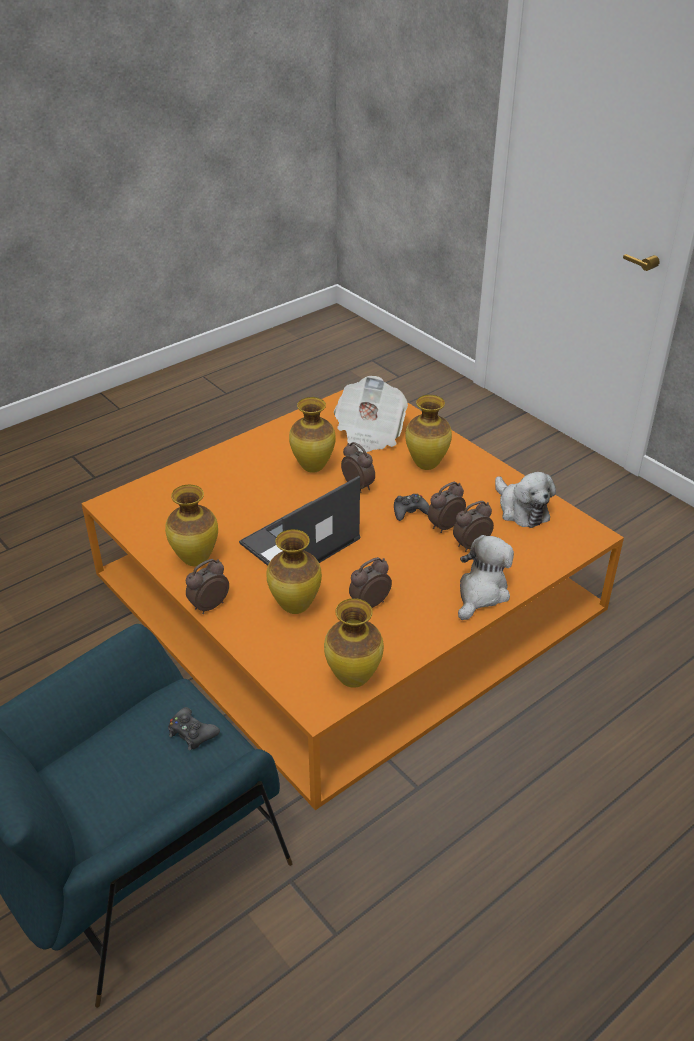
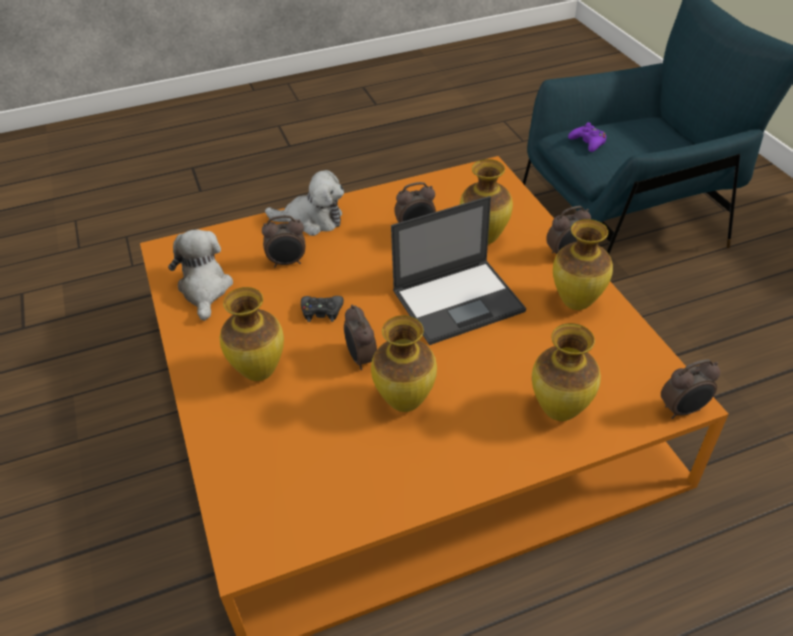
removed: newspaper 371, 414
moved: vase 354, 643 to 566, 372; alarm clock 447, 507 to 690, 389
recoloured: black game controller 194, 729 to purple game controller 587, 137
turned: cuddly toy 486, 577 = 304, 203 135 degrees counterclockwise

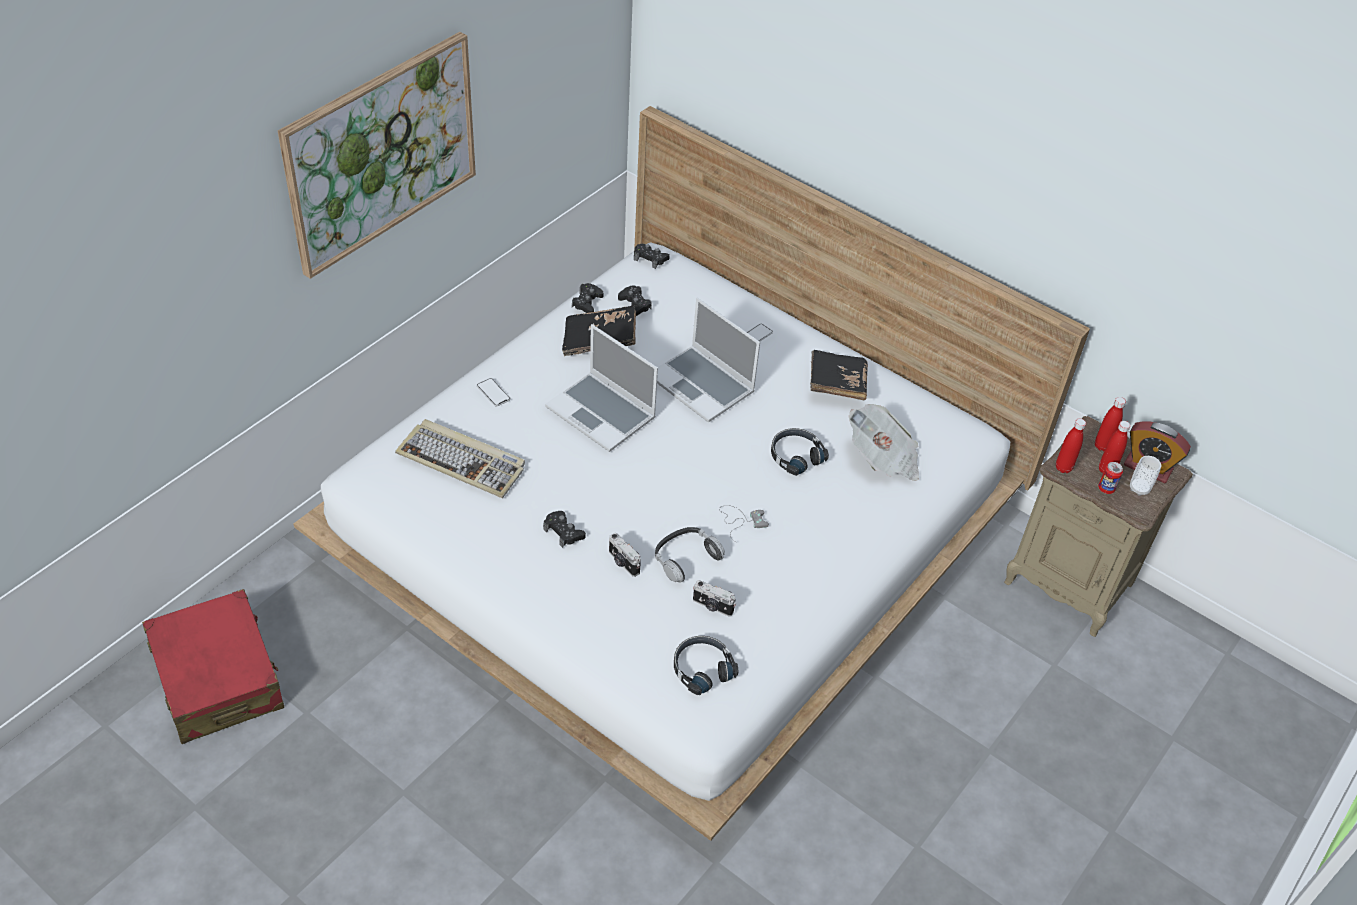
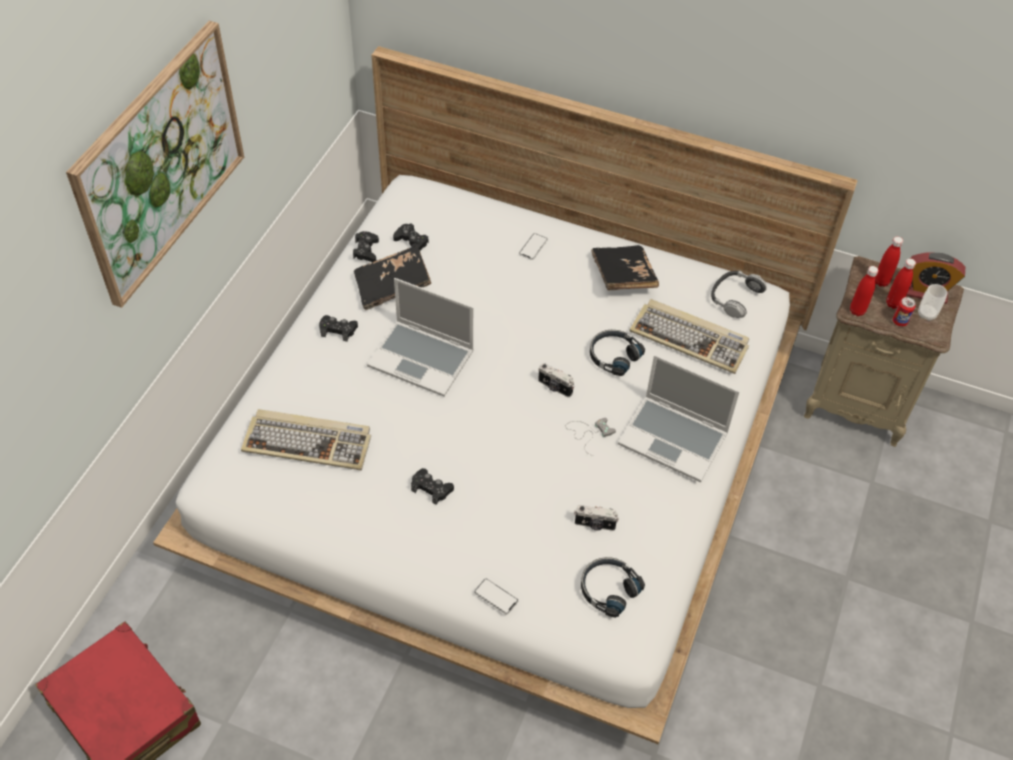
moved: handset 494, 392 to 496, 596; photo camera 625, 555 to 556, 380; black game controller 652, 256 to 338, 328; pair of headphones 690, 555 to 739, 294; notebook computer 708, 360 to 679, 418
replaced: newspaper 884, 442 to computer keyboard 689, 336

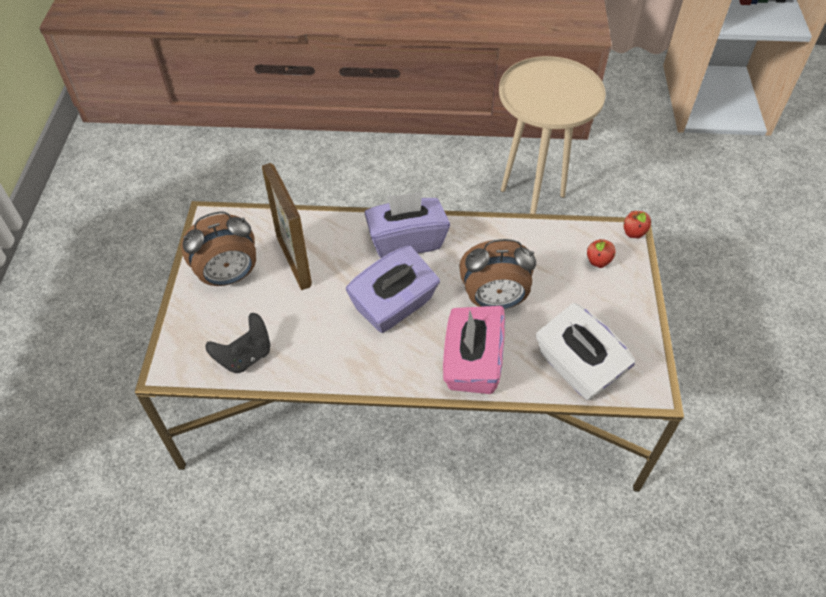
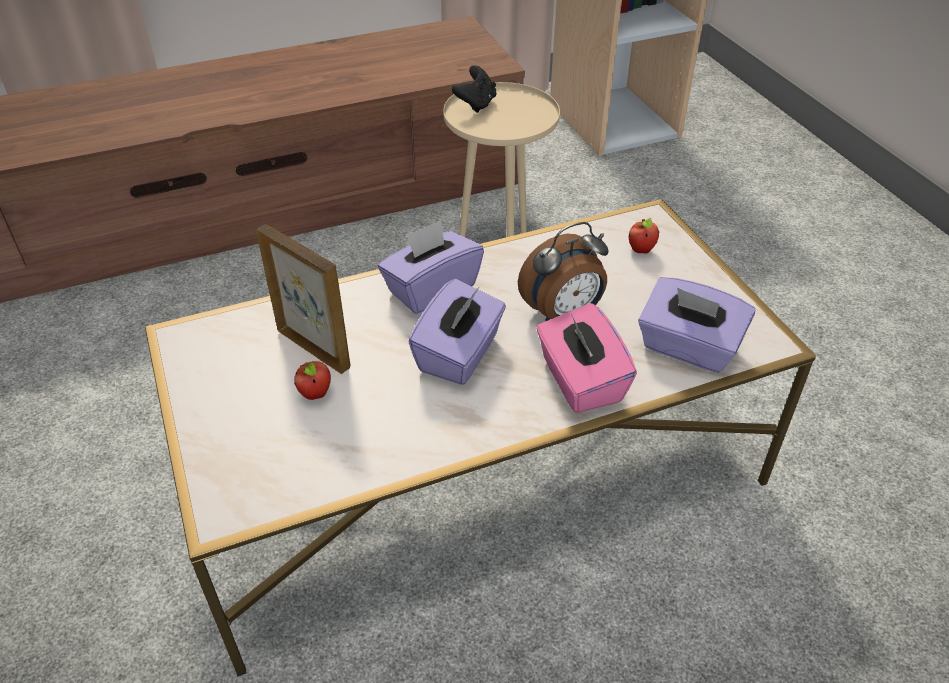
removed: alarm clock 218, 248
moved: black game controller 237, 343 to 474, 89; apple fruit 637, 224 to 312, 380
recoloured: whitish tissue box 585, 351 to purple tissue box 696, 325

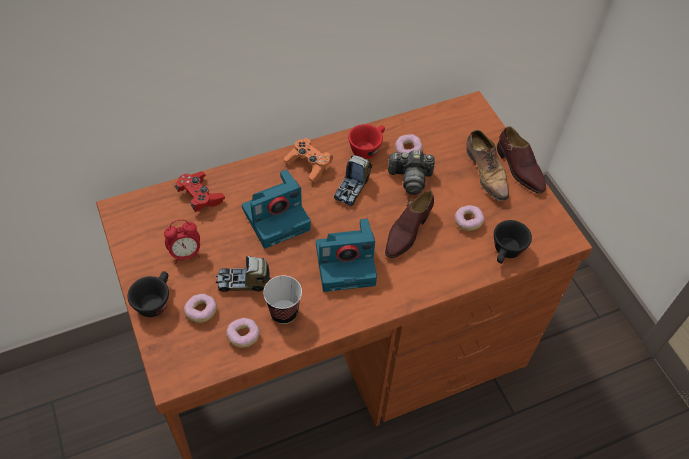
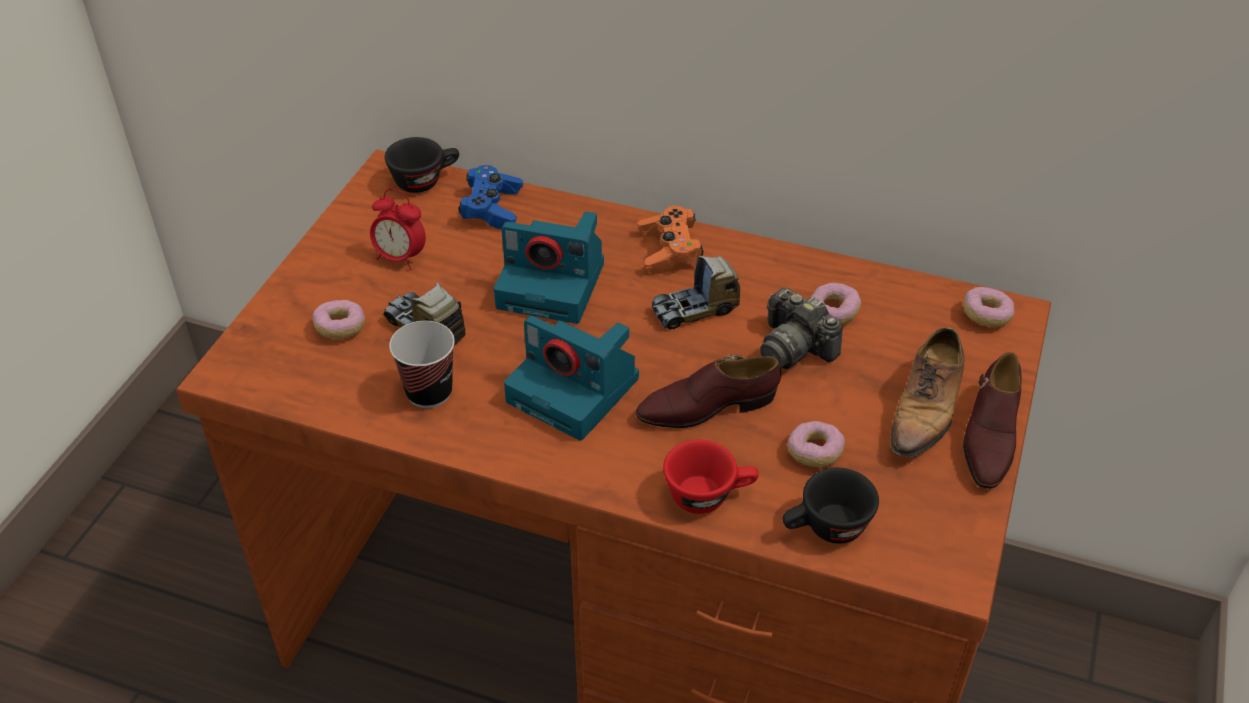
moved: black small cup 148, 294 to 422, 165; donut 243, 333 to 989, 307; red small cup 366, 141 to 711, 477
recoloured: red game controller 200, 191 to bluish game controller 490, 197

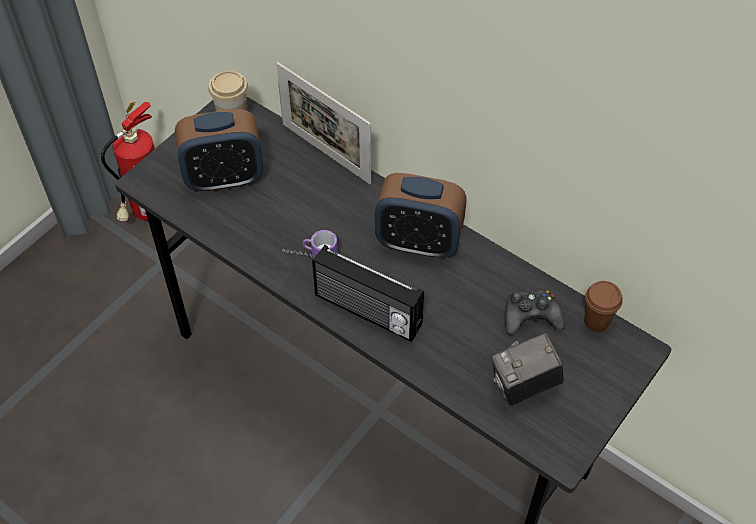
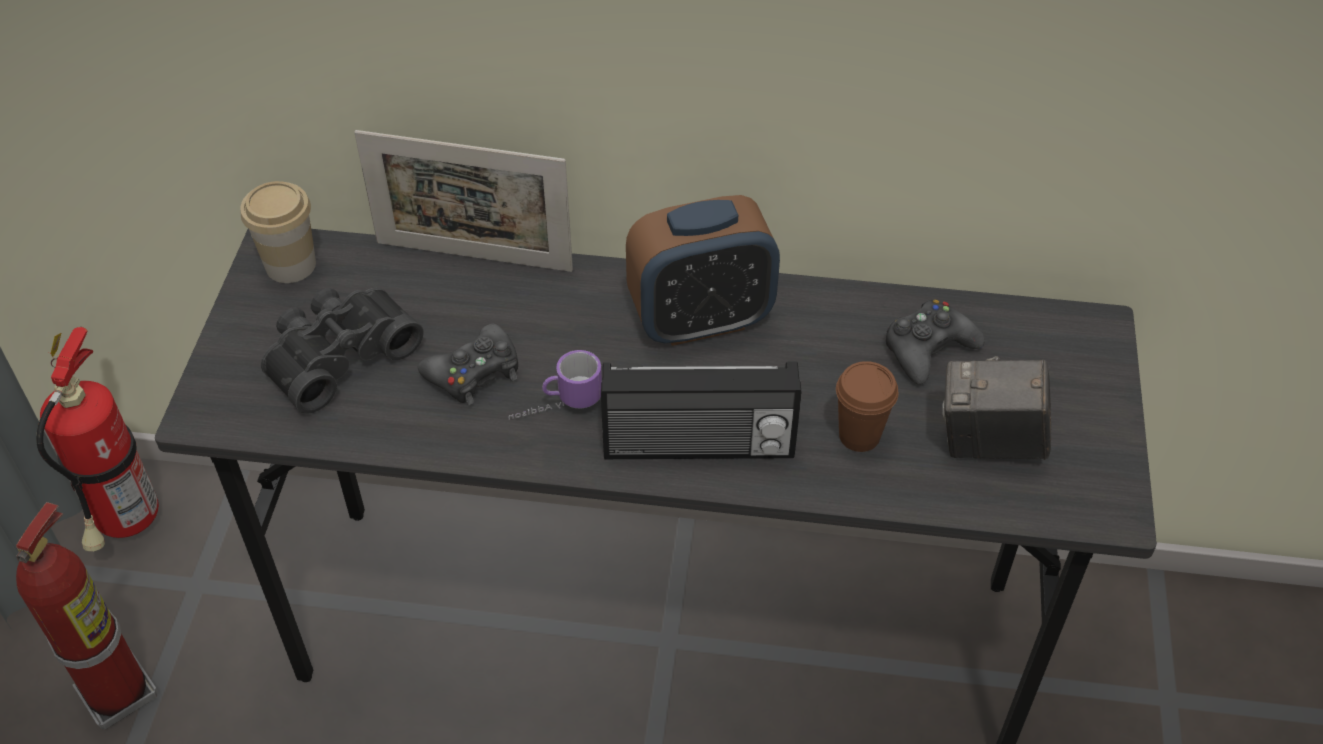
added: fire extinguisher 87, 616; black game controller 468, 364
moved: brownish small cup 603, 306 to 867, 406
replaced: alarm clock 219, 151 to black binoculars 342, 350
turned: photo camera 527, 369 = 996, 408 60 degrees clockwise

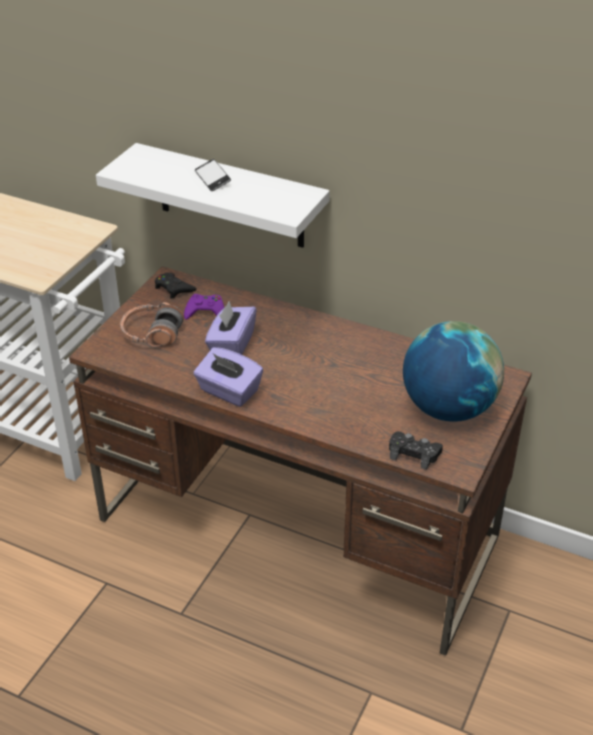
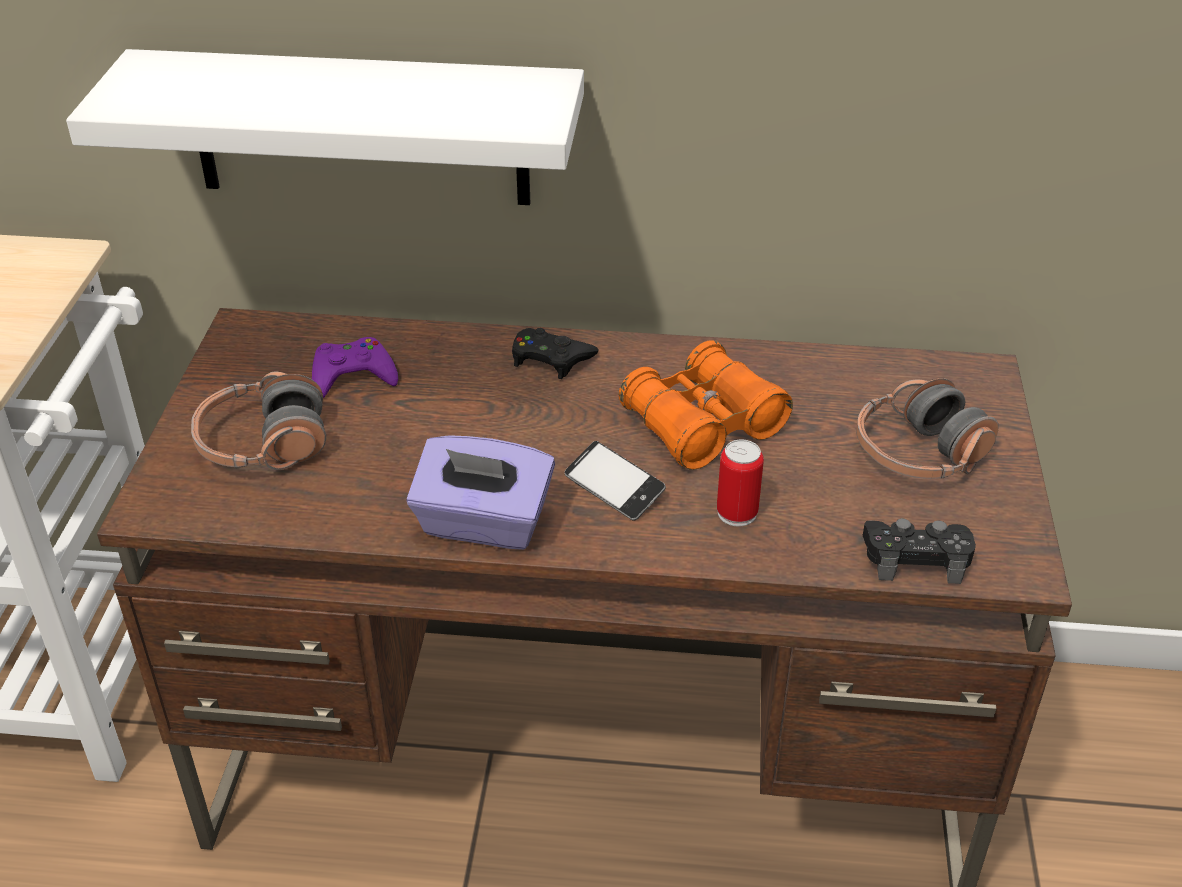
removed: purple tissue box 230, 328
added: orange-coloured binoculars 706, 405; sealed can 740, 483
moved: black game controller 176, 286 to 555, 353; handset 213, 175 to 615, 480
replaced: desk globe 453, 371 to pair of headphones 927, 428

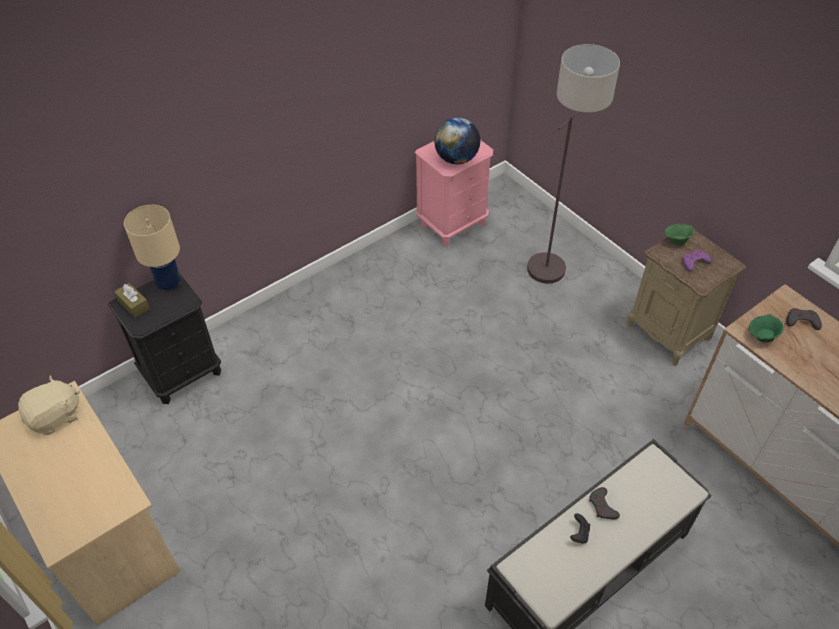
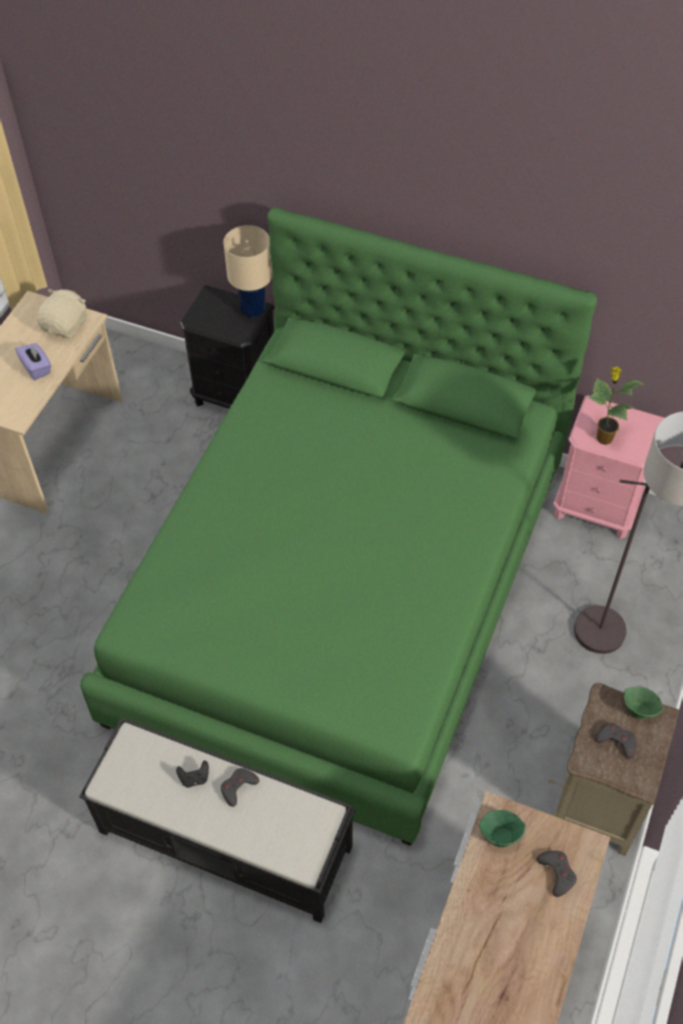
removed: brownish tissue box 132, 300
added: purple tissue box 33, 361; green-coloured bed 338, 526
replaced: desk globe 457, 140 to plant in a pot 615, 405
recoloured: purple game controller 696, 260 to grey game controller 615, 741
turned: beige-coloured cuddly toy 49, 405 = 62, 313 90 degrees counterclockwise

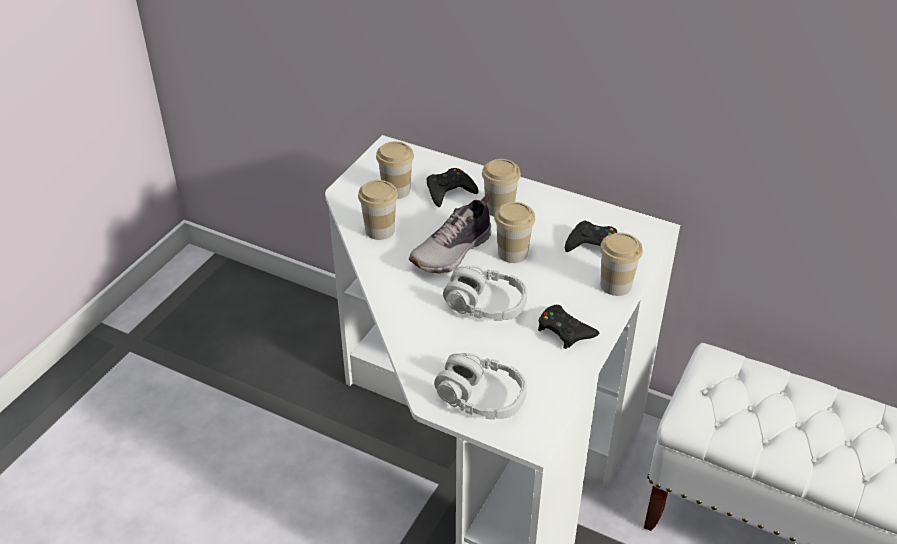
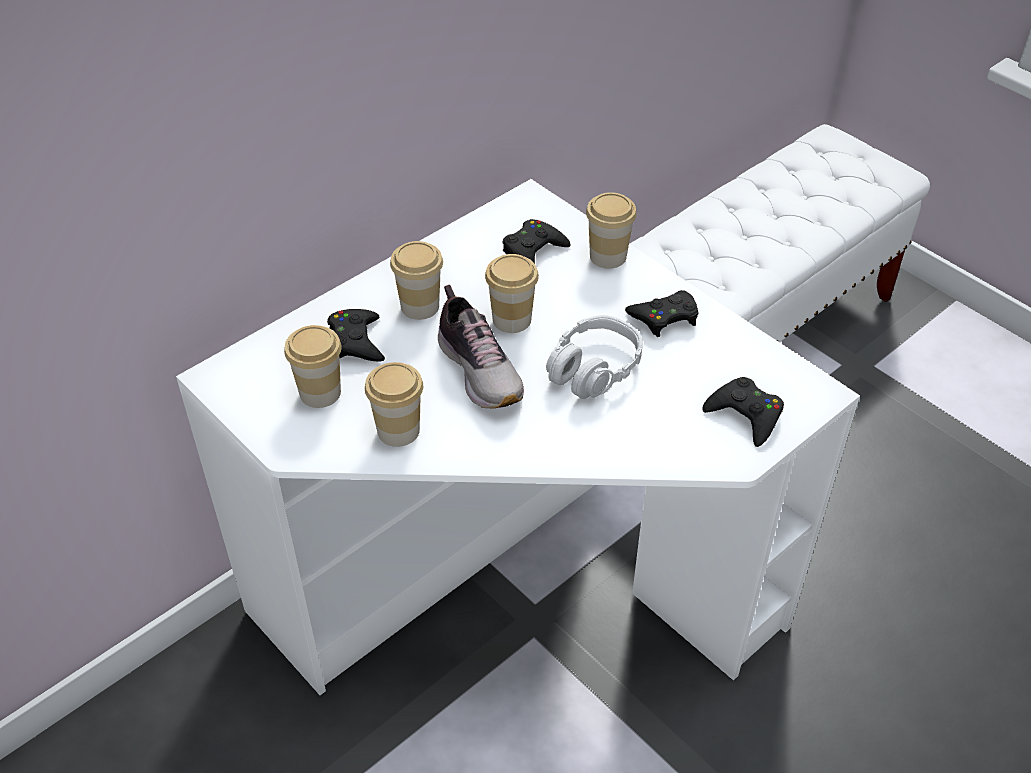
replaced: grey pair of headphones 480, 386 to black game controller 743, 412

